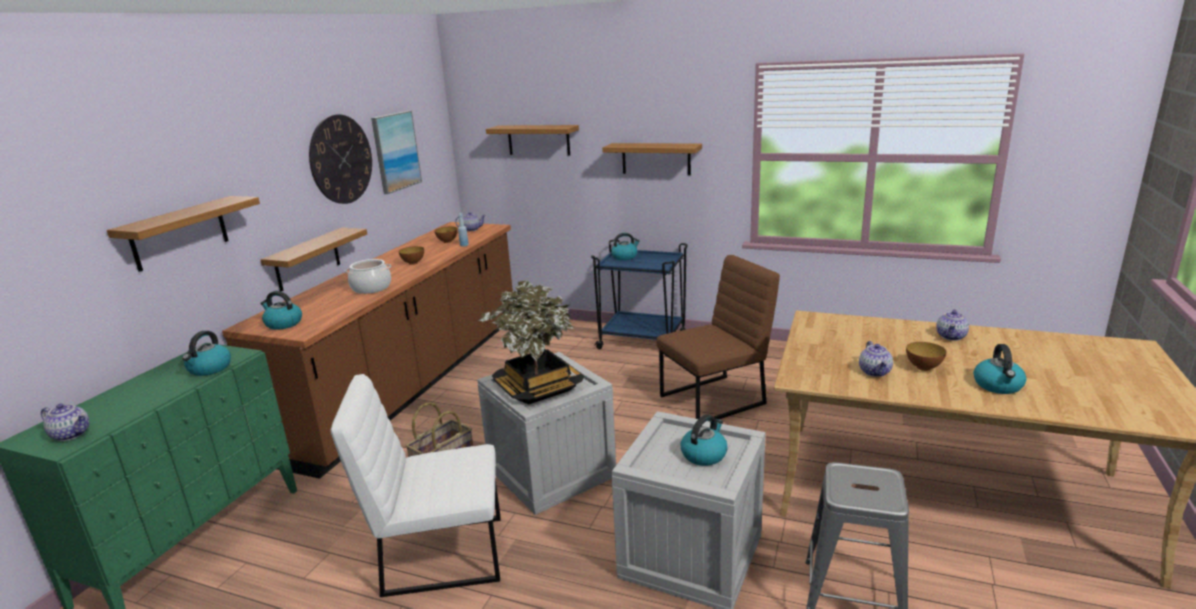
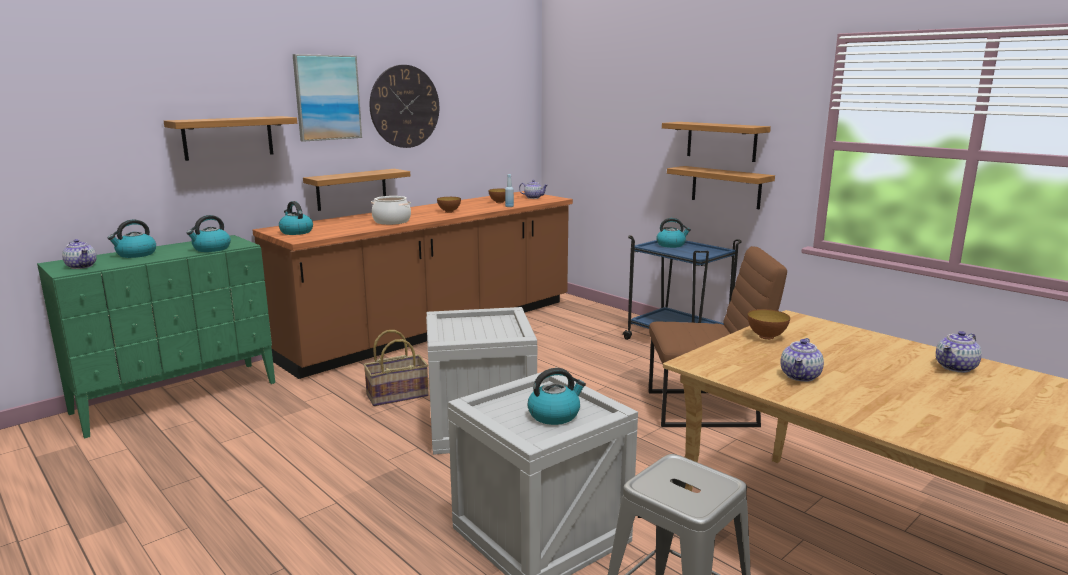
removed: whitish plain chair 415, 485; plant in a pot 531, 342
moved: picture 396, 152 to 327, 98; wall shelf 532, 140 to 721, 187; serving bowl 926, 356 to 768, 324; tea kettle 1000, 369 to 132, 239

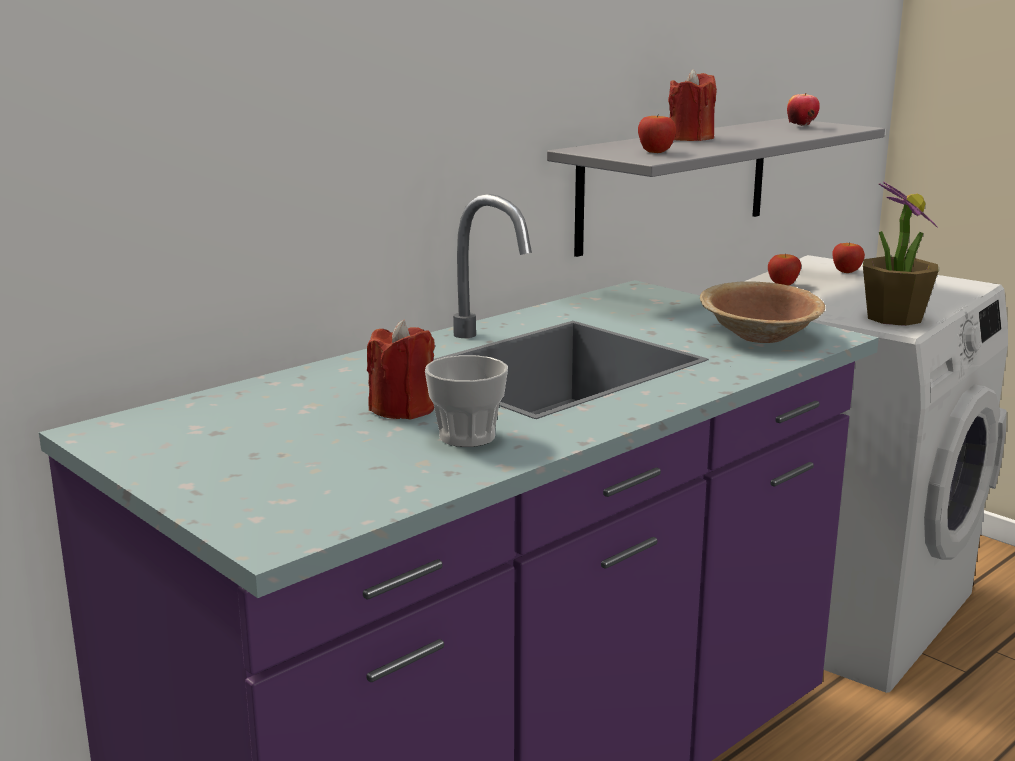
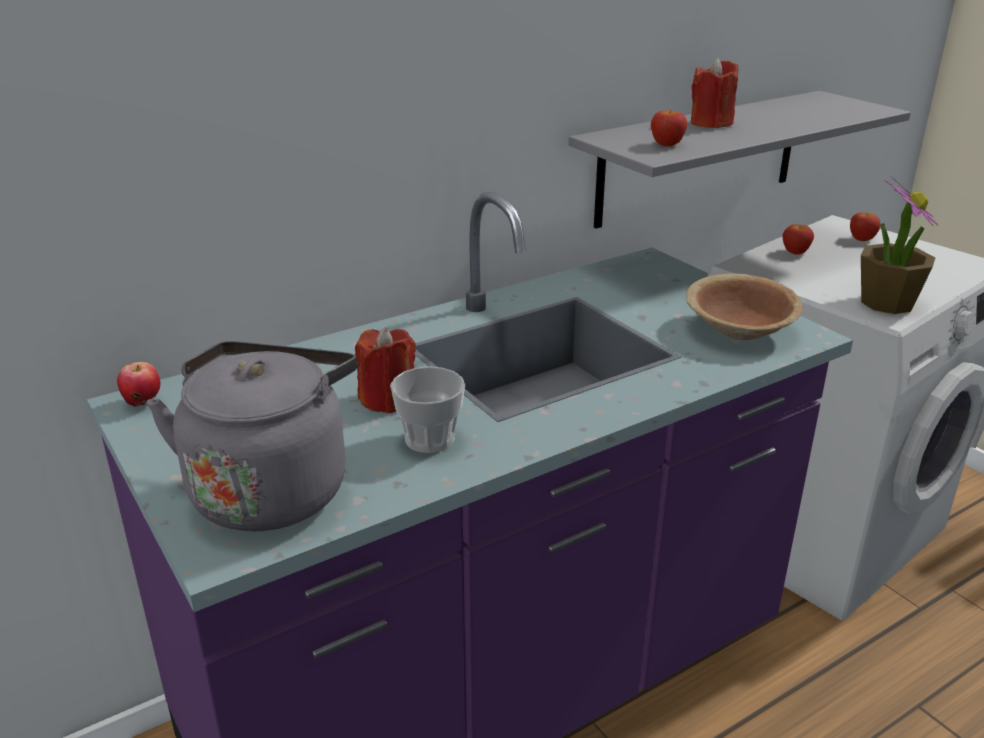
added: grey tea kettle 252, 436
moved: apple fruit 803, 109 to 138, 384

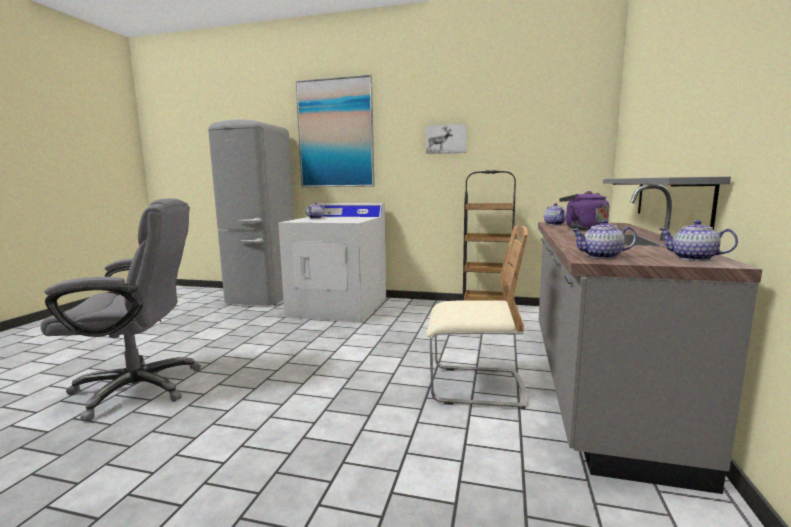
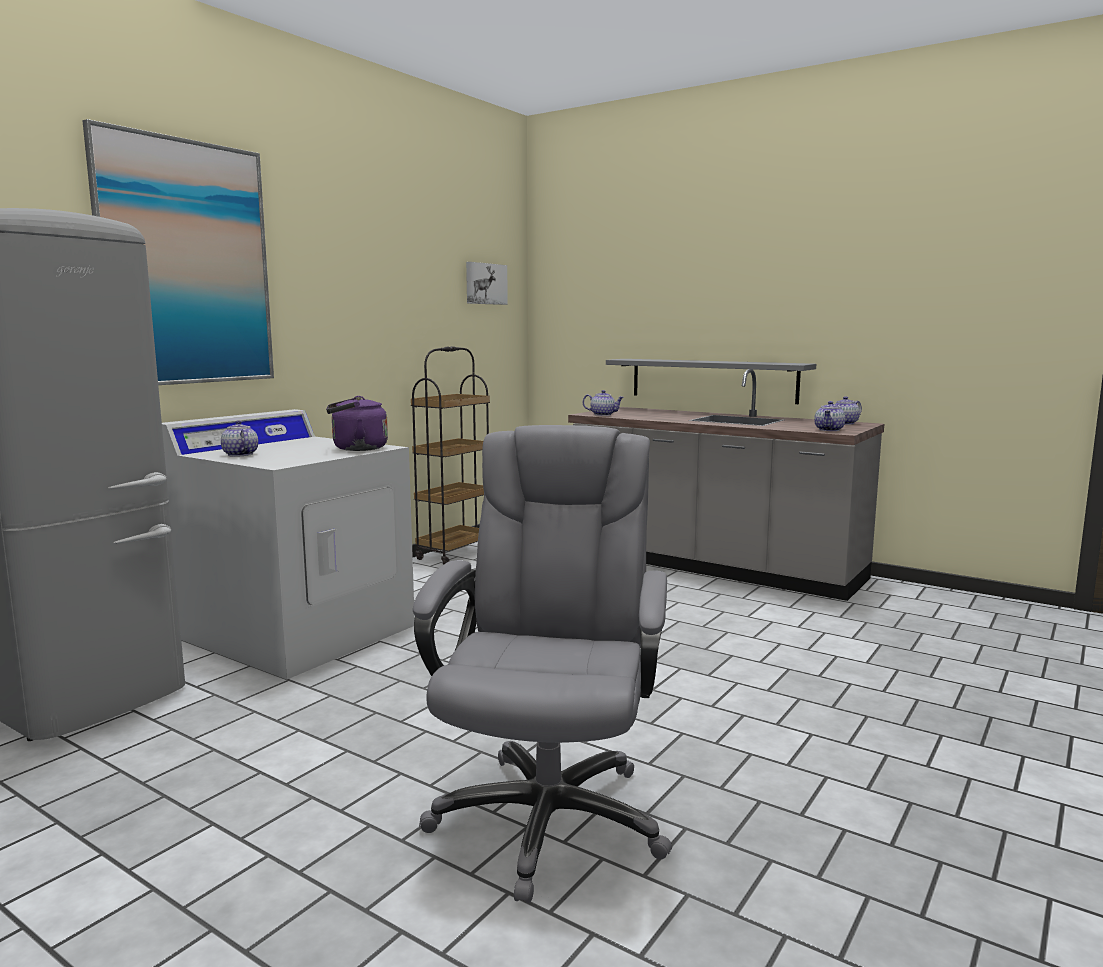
removed: beige-coloured plain chair 477, 317
moved: picture 446, 139 to 487, 283; purple tea kettle 584, 210 to 357, 423

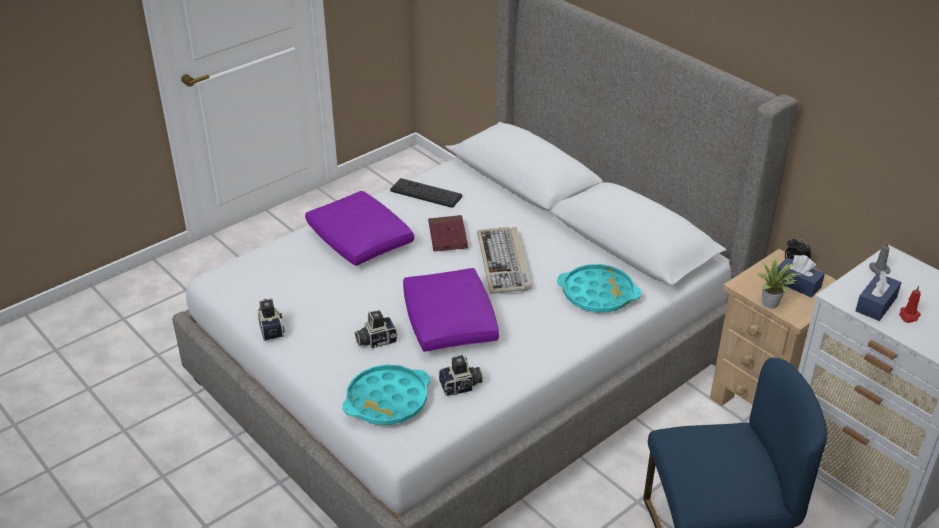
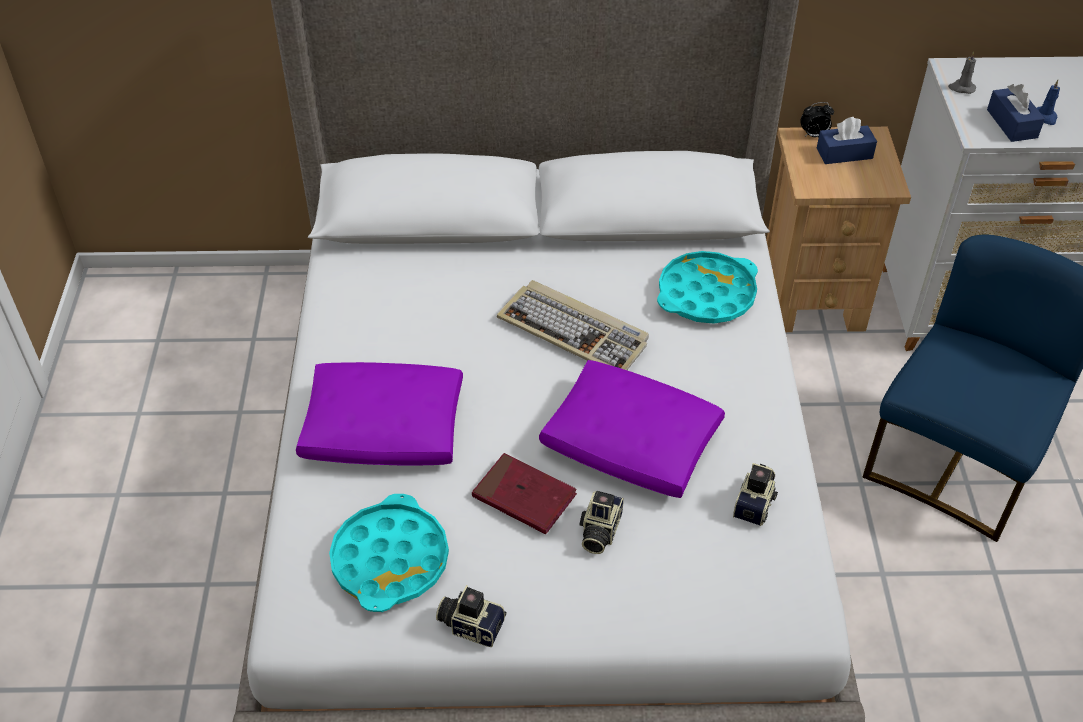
removed: computer keyboard 426, 193; plant in a pot 779, 282
moved: turquoise-coloured tray 386, 394 to 389, 553; red book 448, 233 to 524, 493
recoloured: red wax light 910, 304 to bluish wax light 1048, 102

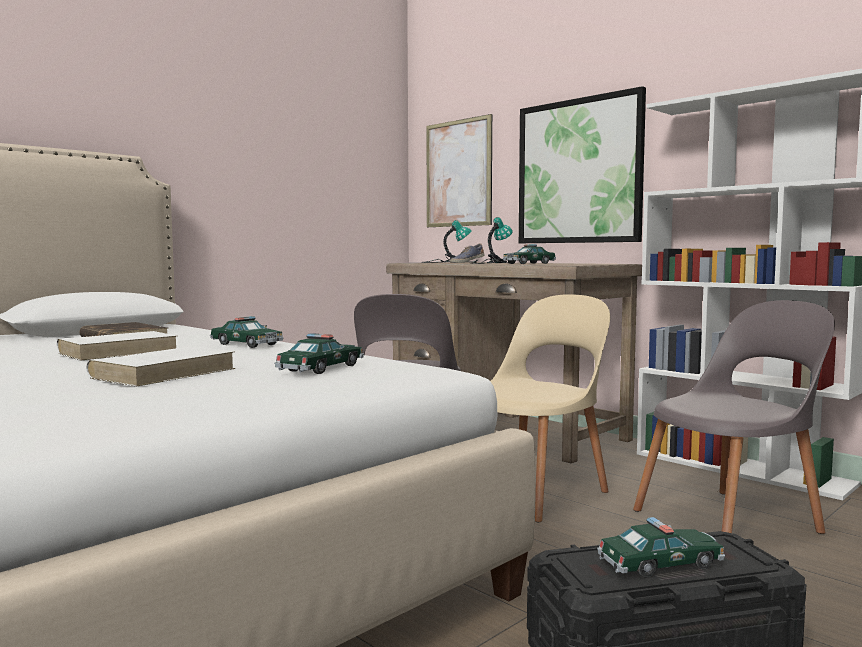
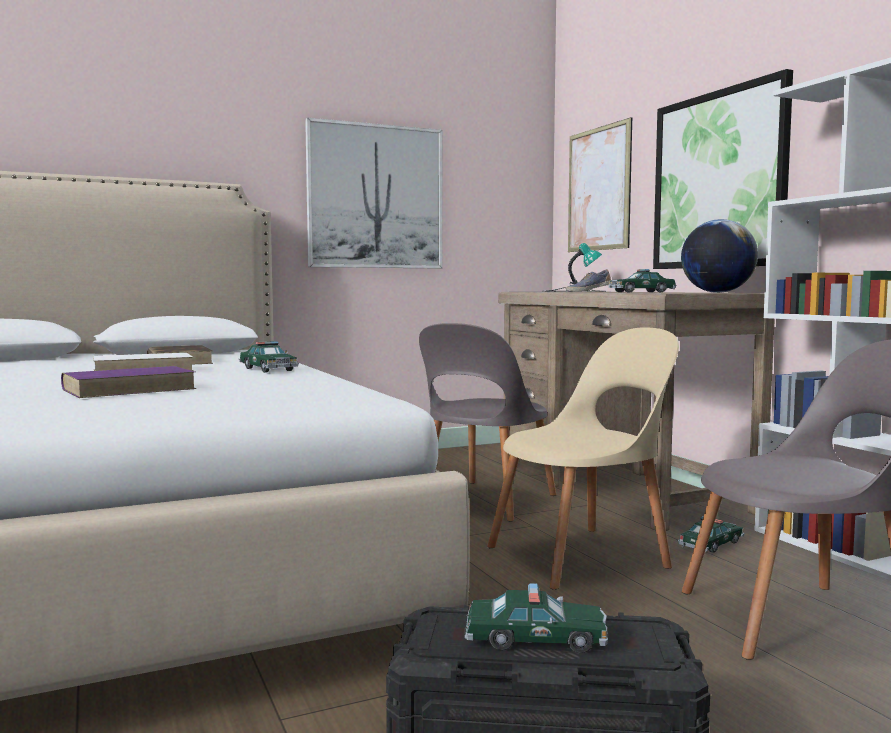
removed: table lamp 492, 240
added: picture 373, 193; desk globe 719, 256
moved: toy car 319, 353 to 711, 534
recoloured: whitish book 160, 367 to purple book 128, 382

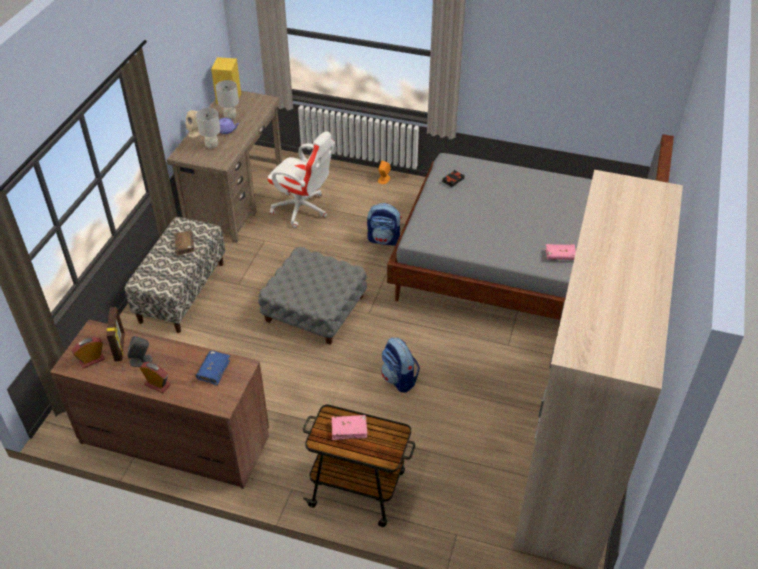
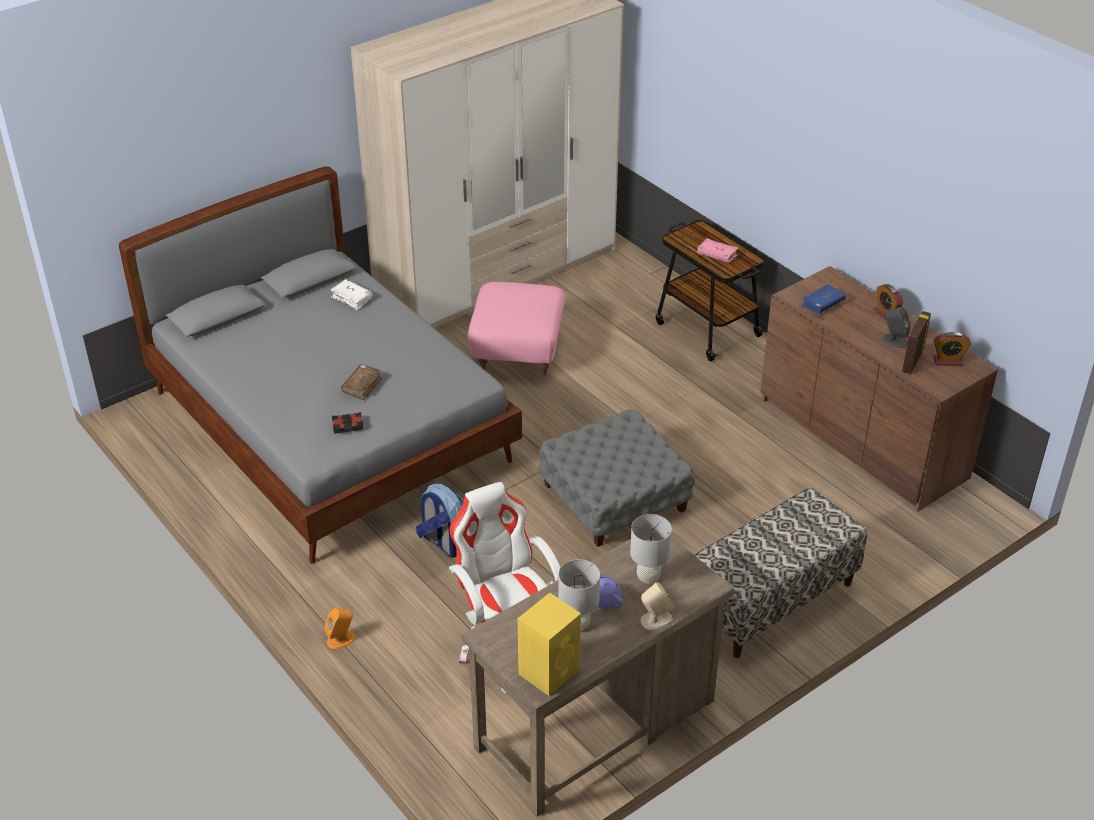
removed: knapsack 400, 365
added: pink-coloured ottoman 516, 331
moved: brownish book 184, 243 to 361, 382
recoloured: pink-coloured book 560, 252 to whitish book 351, 294

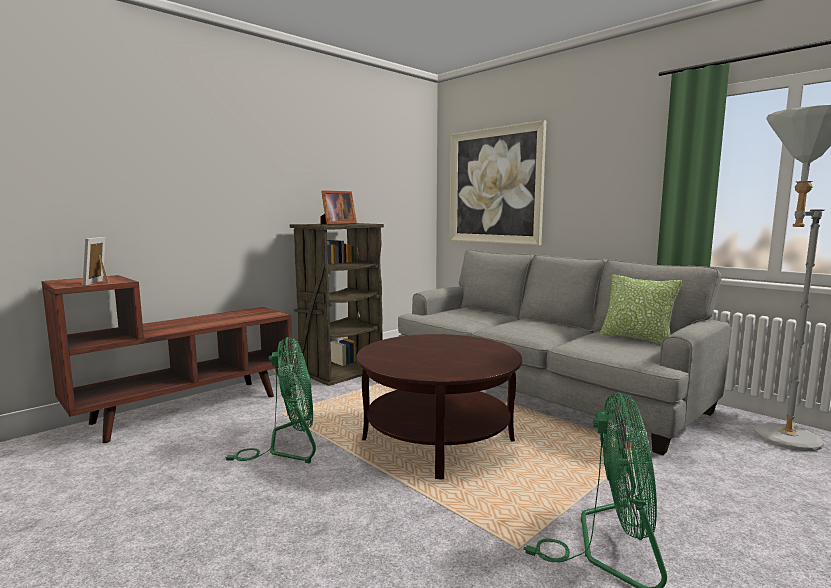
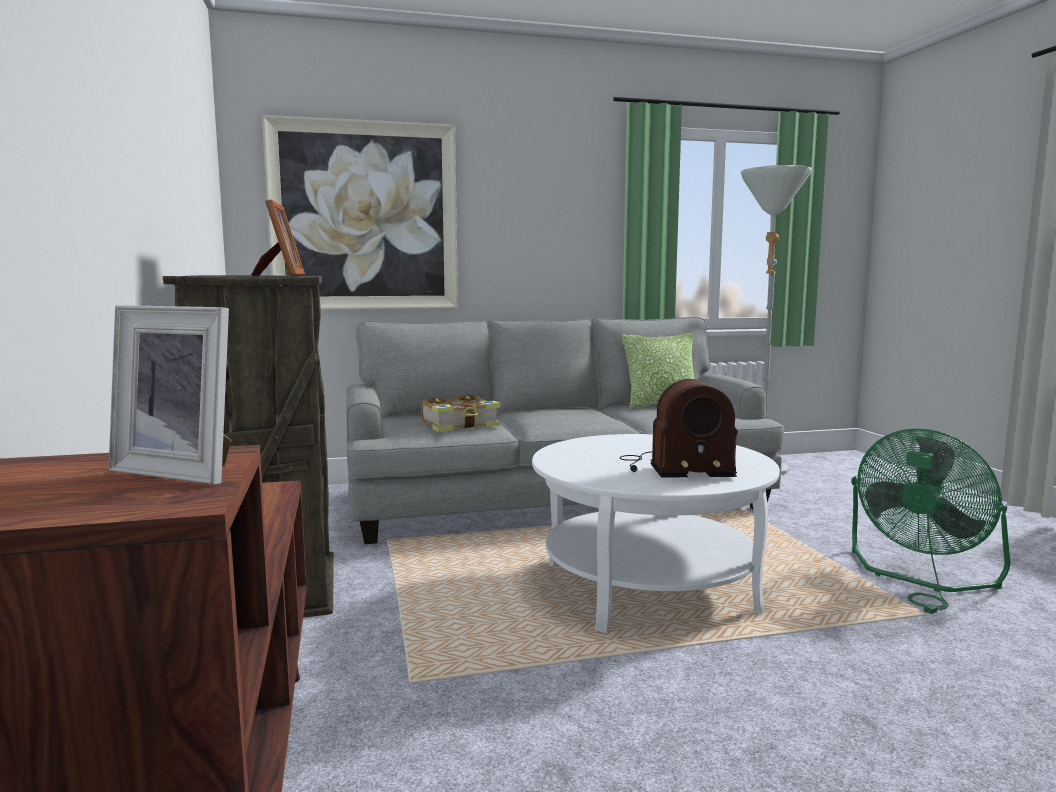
removed: green-coloured cooling fan 270, 400
added: book 460, 413; radio 679, 428
recoloured: brownish coffee table 439, 406 to whitish coffee table 656, 533

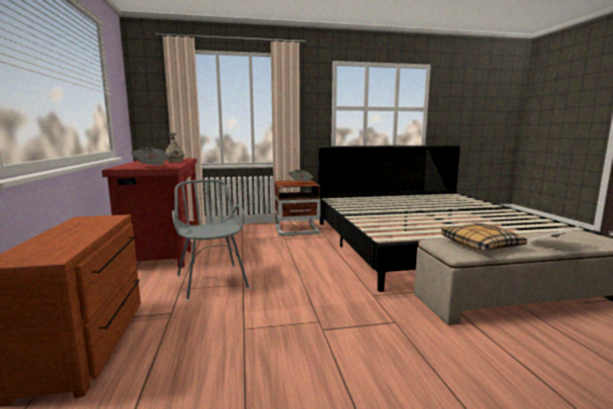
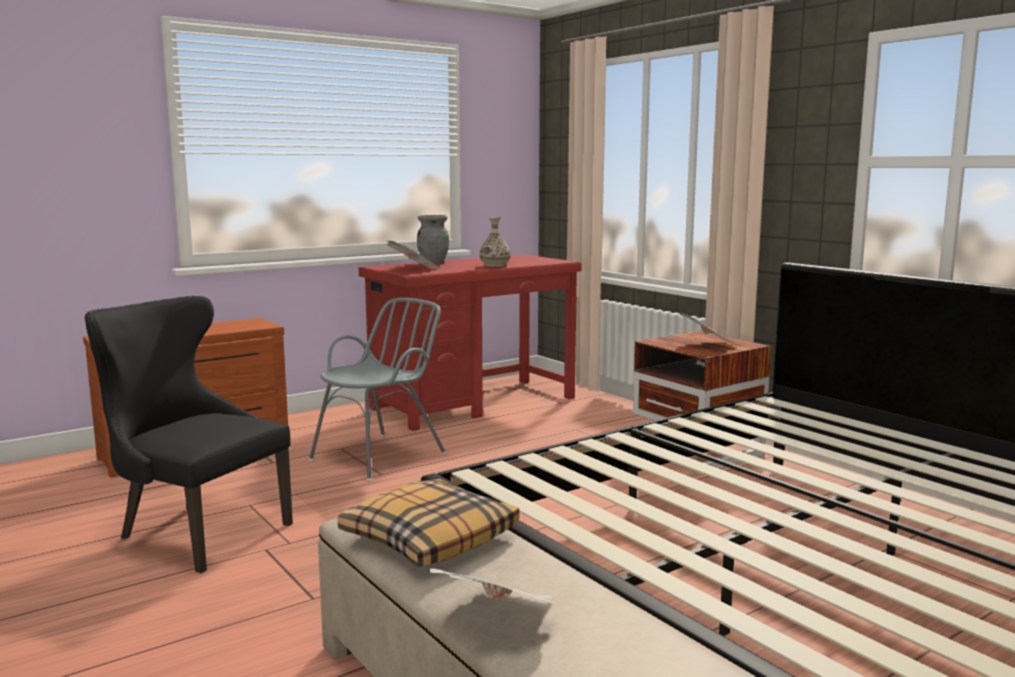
added: black plain chair 189, 434; grey vase 433, 239

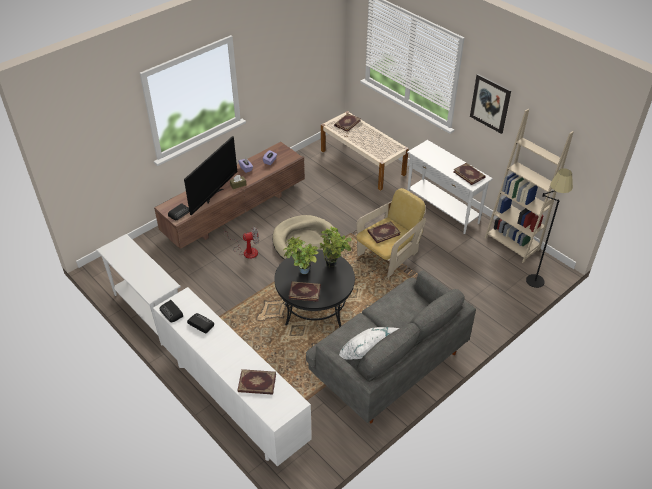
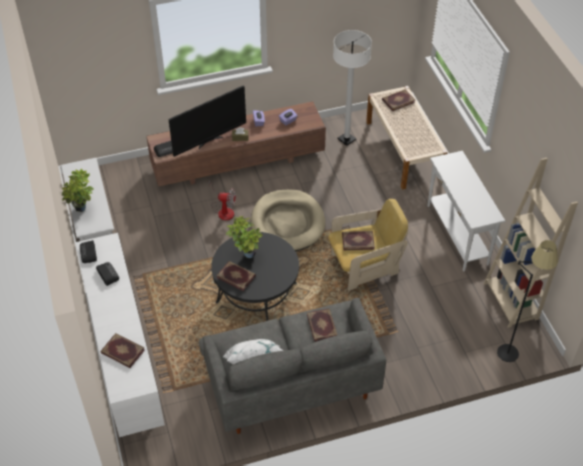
removed: picture 490, 104
added: whitish standing lamp 352, 88
moved: plant in a pot 335, 246 to 78, 190; book 469, 174 to 322, 325

